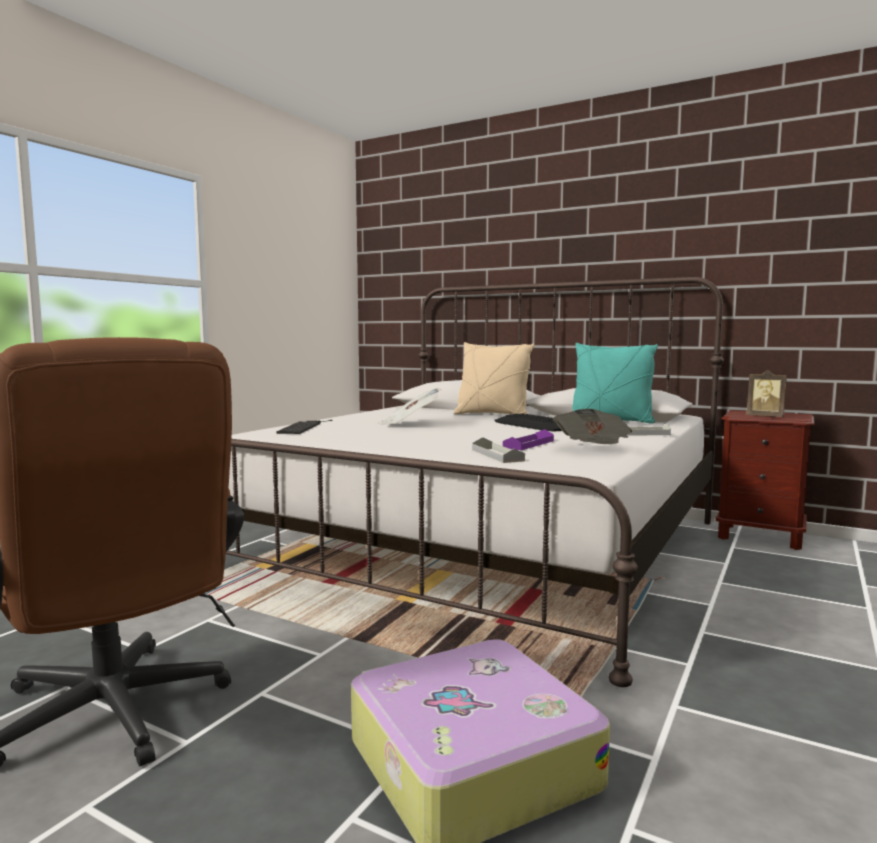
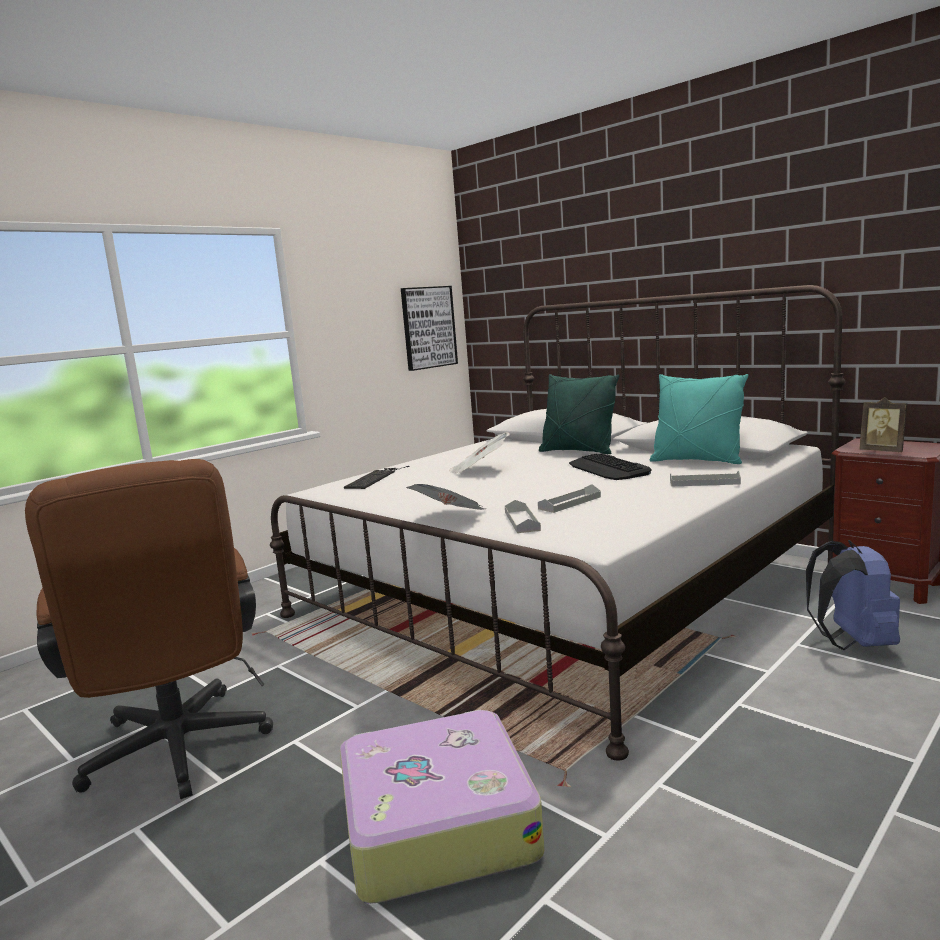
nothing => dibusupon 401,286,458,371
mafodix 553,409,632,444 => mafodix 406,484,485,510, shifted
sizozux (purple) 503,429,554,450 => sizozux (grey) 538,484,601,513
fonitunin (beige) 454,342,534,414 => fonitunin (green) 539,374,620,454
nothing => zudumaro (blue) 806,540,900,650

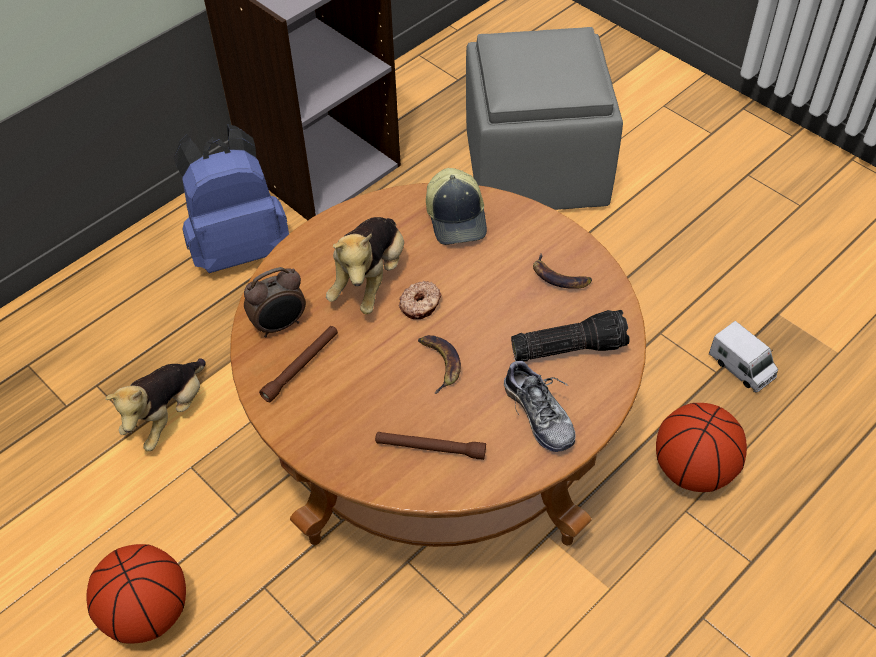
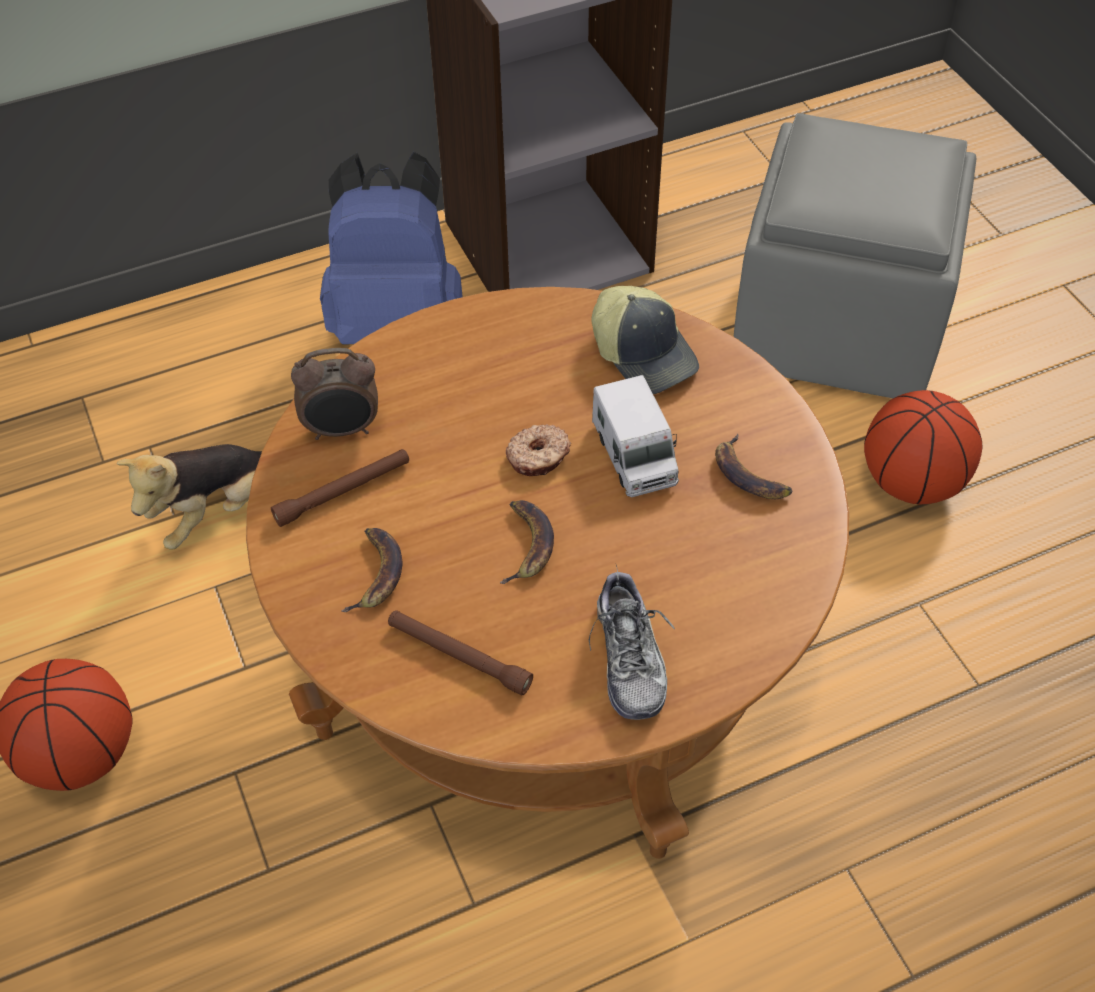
nothing => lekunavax 341,528,403,612
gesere 426,168,487,245 => gesere 591,286,699,394, 45 degrees counterclockwise
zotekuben 709,321,778,392 => zotekuben 592,375,679,497, shifted
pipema 656,403,747,492 => pipema 864,390,982,505, shifted
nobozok 326,217,404,314 => nothing
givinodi 511,310,629,361 => nothing

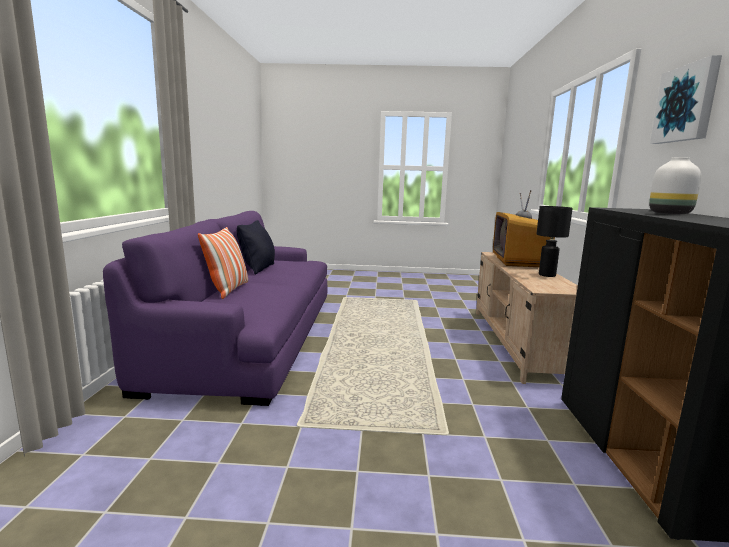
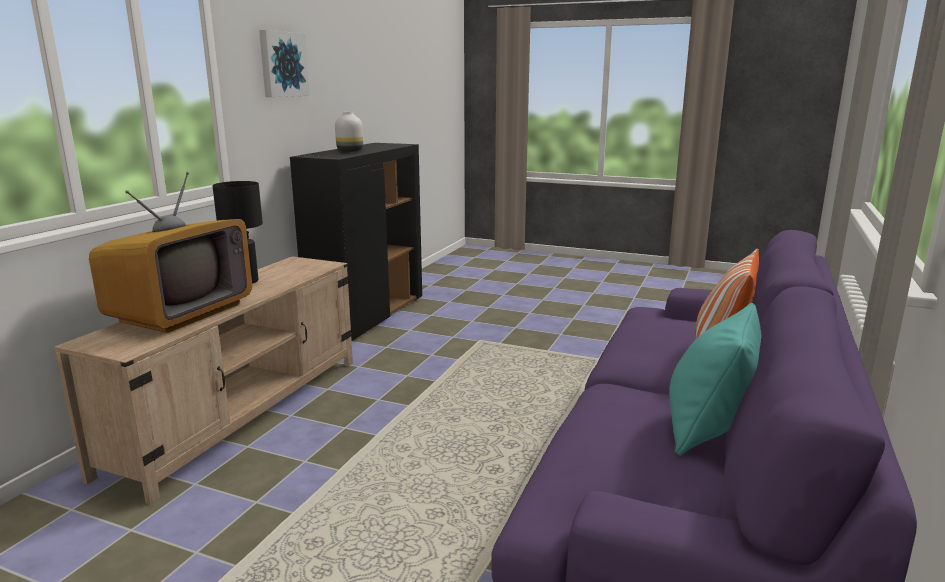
fonitunin (black) 237,220,275,274 => fonitunin (turquoise) 669,303,762,456

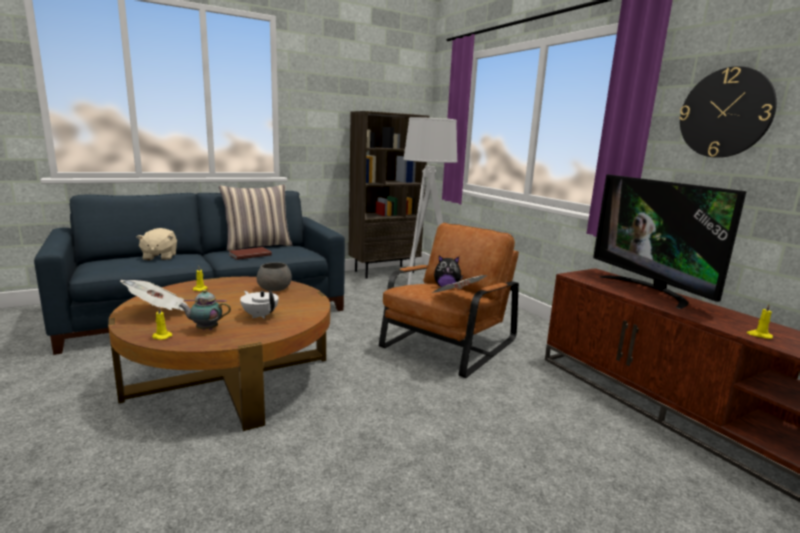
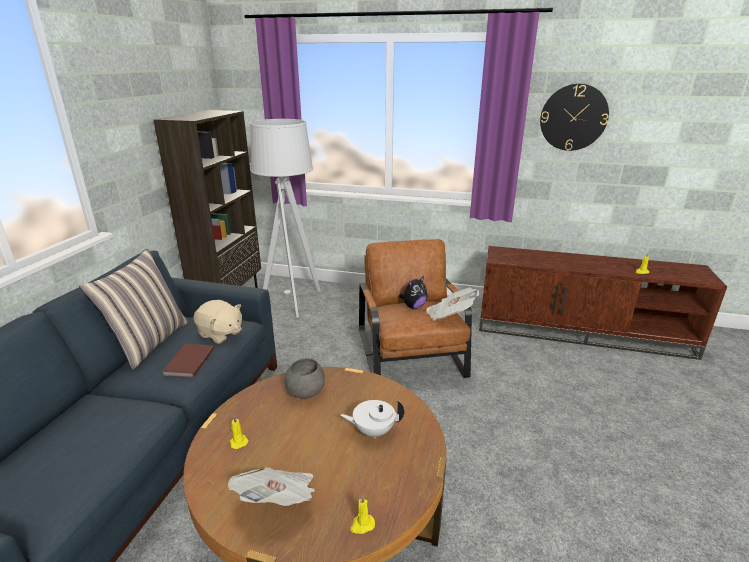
nobozok (beige) 136,228,177,260 => nobozok (beige) 193,300,242,344, shifted
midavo 179,290,231,330 => nothing
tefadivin 593,175,747,309 => nothing

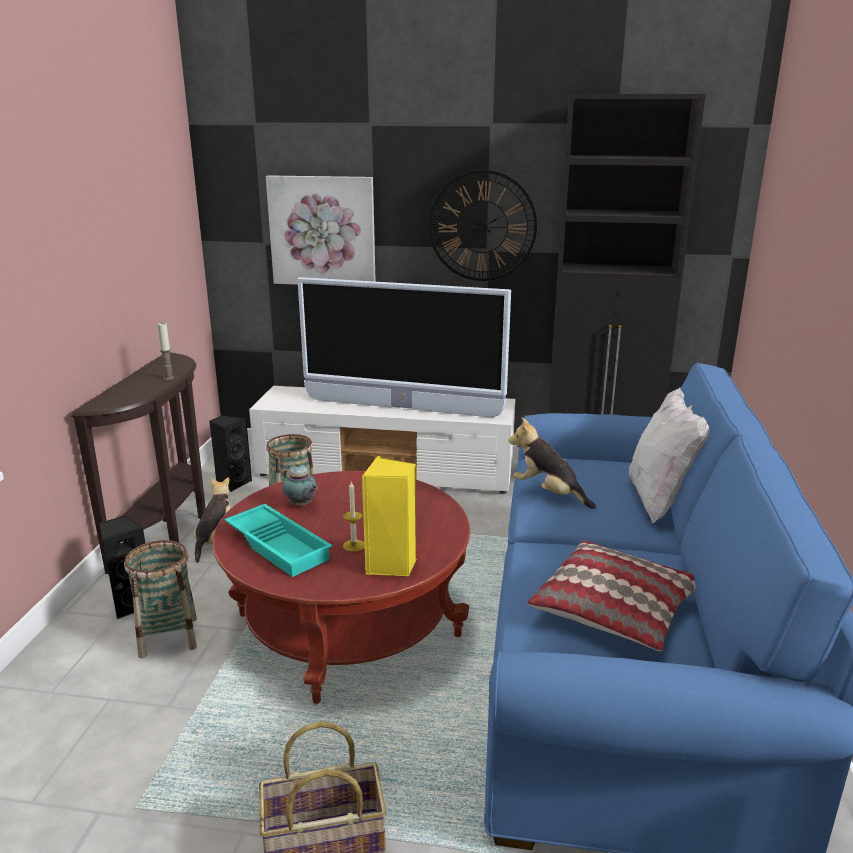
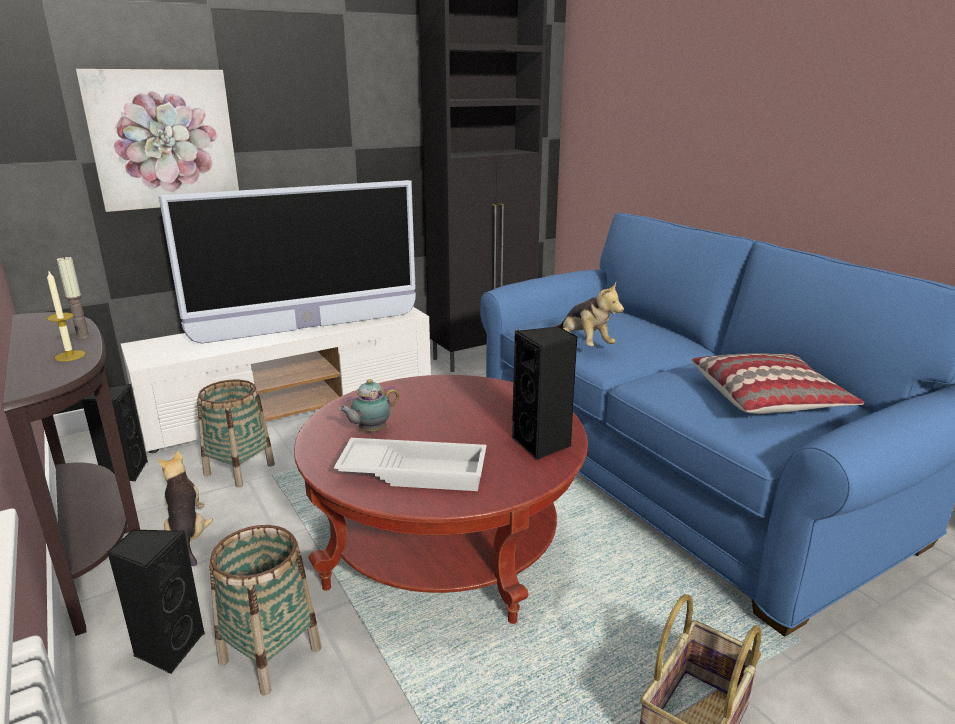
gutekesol 343,481,365,552 => gutekesol 47,272,85,361, shifted
sizozux (turquoise) 225,504,332,577 => sizozux (white) 334,438,487,491
midavo 282,462,318,506 => midavo 339,379,399,432, 135 degrees clockwise
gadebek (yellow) 362,456,417,576 => gadebek (black) 512,326,577,460
nobozok 508,417,596,509 => nobozok 555,282,624,346, 120 degrees counterclockwise
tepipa 429,170,537,281 => nothing
fonitunin (white) 629,388,710,523 => nothing

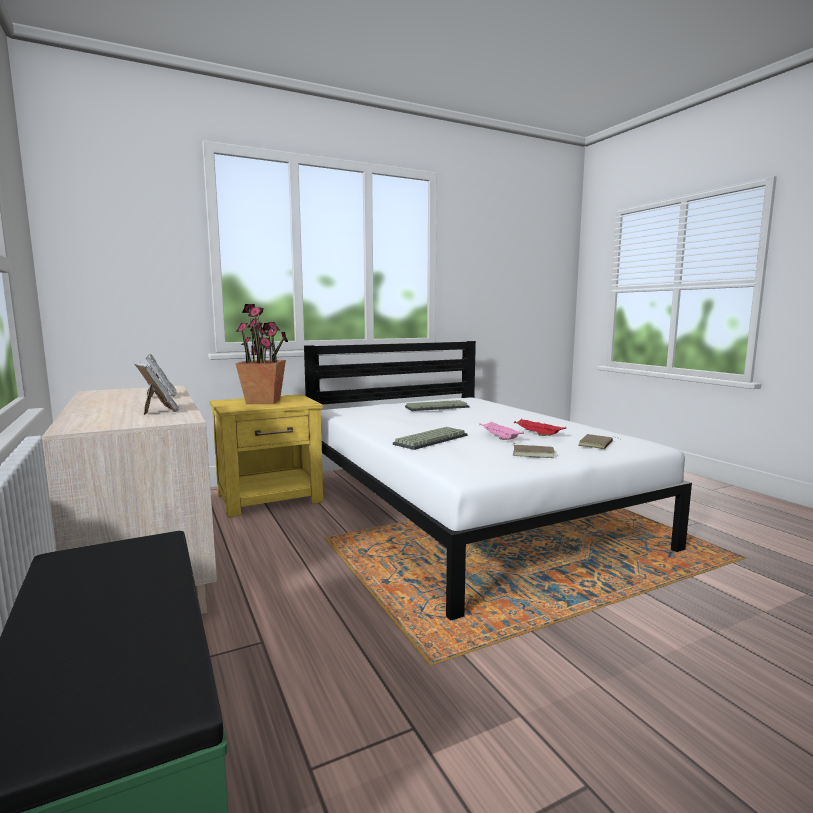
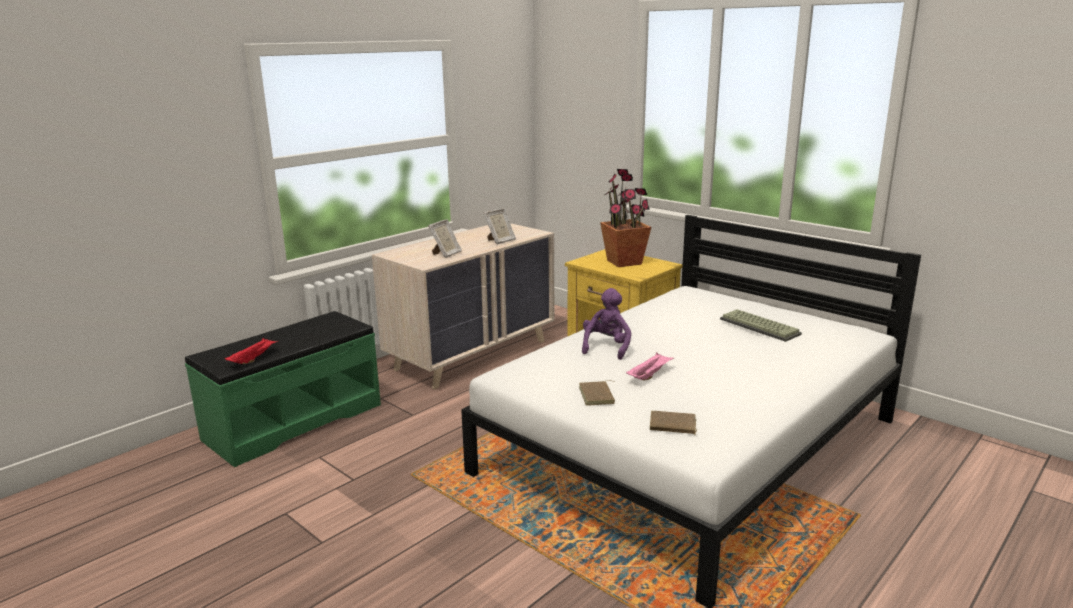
sizozux (red) 514,419,566,436 => sizozux (red) 225,338,279,364, shifted
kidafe 393,427,467,450 => nobozok (purple) 582,288,631,360

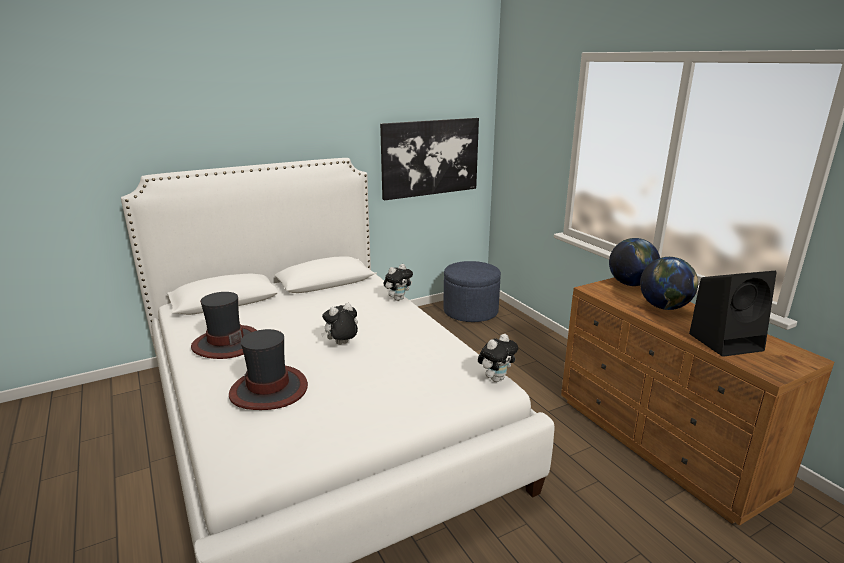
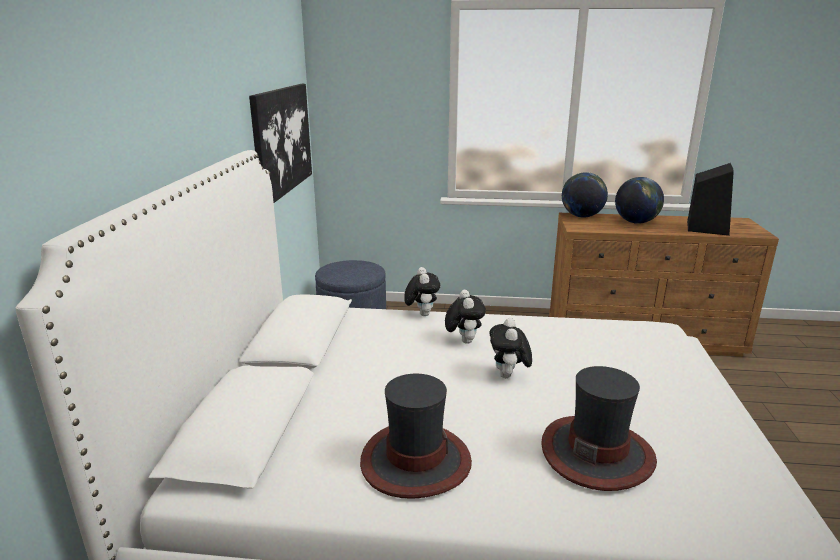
nobozok 478,334,518,382 => nobozok 445,289,486,344, shifted

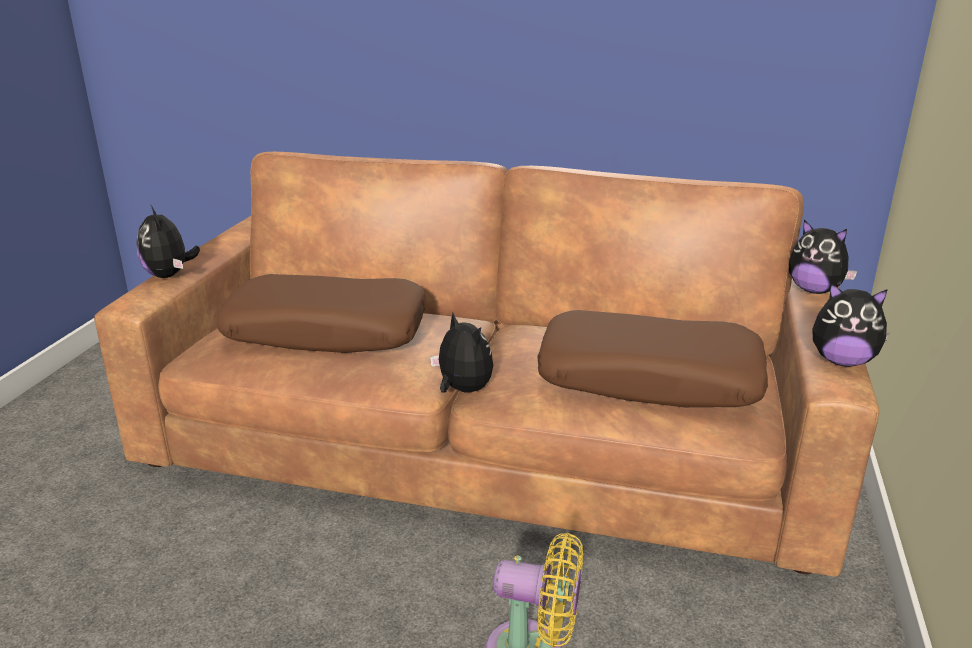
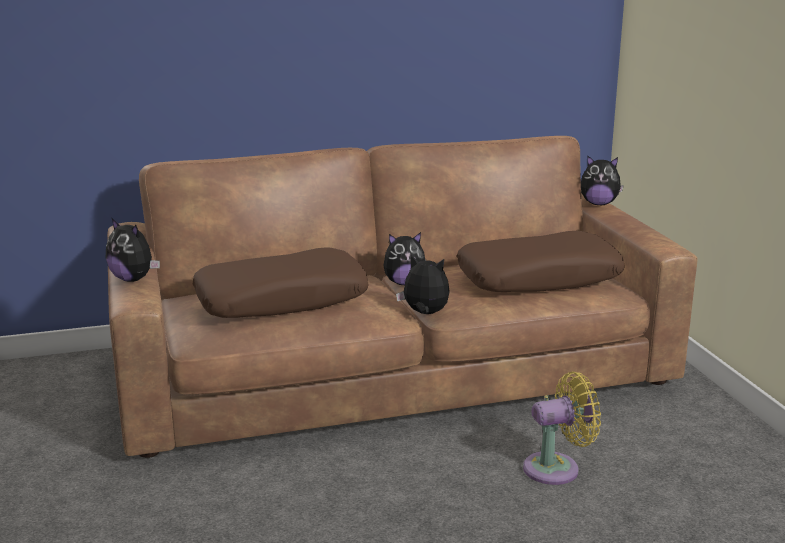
nobozok 812,282,890,367 => nobozok 384,232,425,285, shifted

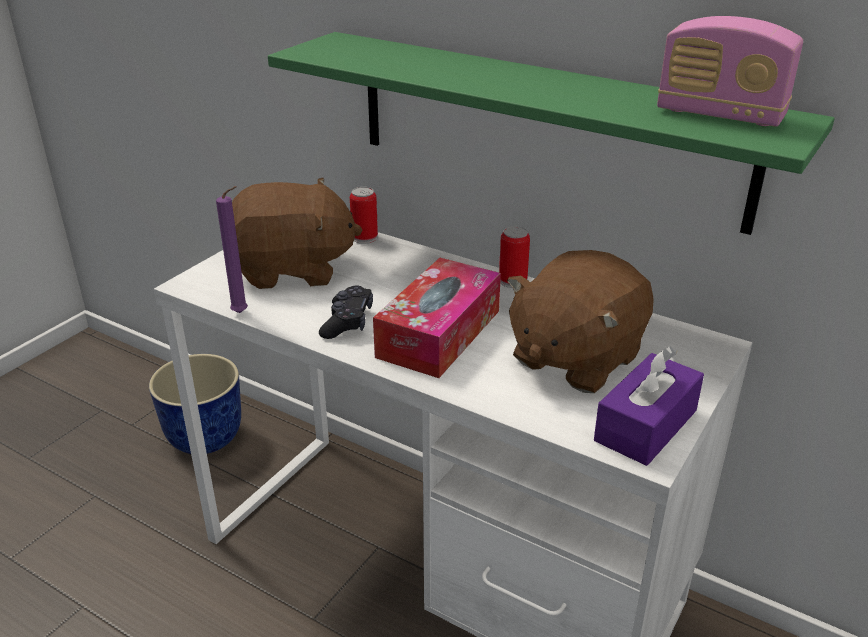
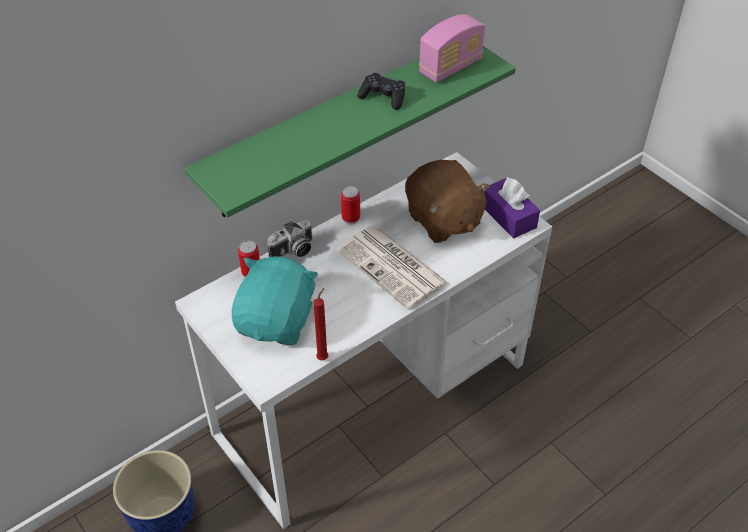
nobozok (brown) 232,178,362,289 => nobozok (turquoise) 232,256,318,345
nothing => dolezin 267,220,312,257
gutekesol (purple) 216,186,248,313 => gutekesol (red) 313,288,328,360
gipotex 373,258,501,378 => mafodix 337,226,448,310
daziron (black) 319,285,373,339 => daziron (black) 357,73,405,110, shifted

